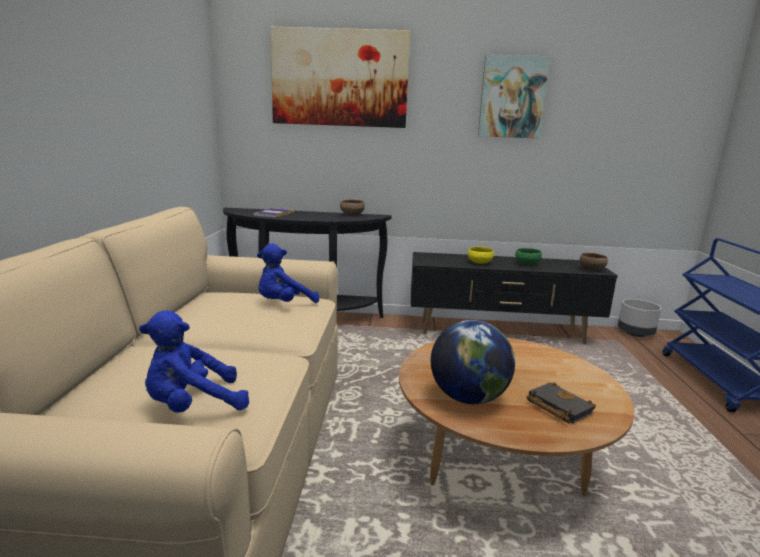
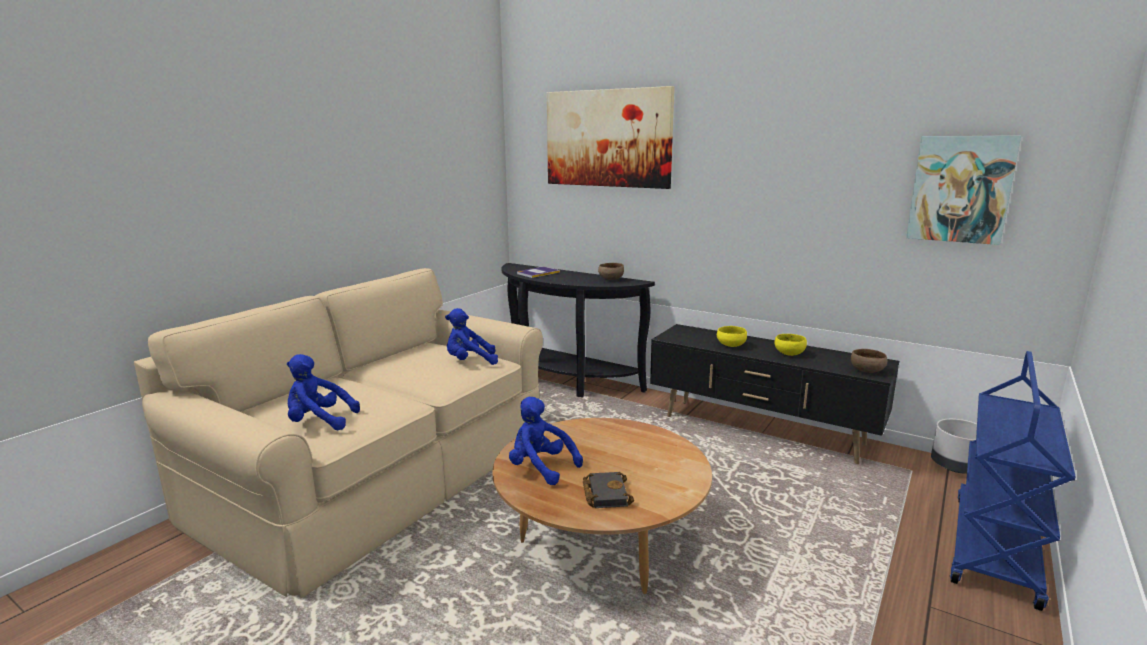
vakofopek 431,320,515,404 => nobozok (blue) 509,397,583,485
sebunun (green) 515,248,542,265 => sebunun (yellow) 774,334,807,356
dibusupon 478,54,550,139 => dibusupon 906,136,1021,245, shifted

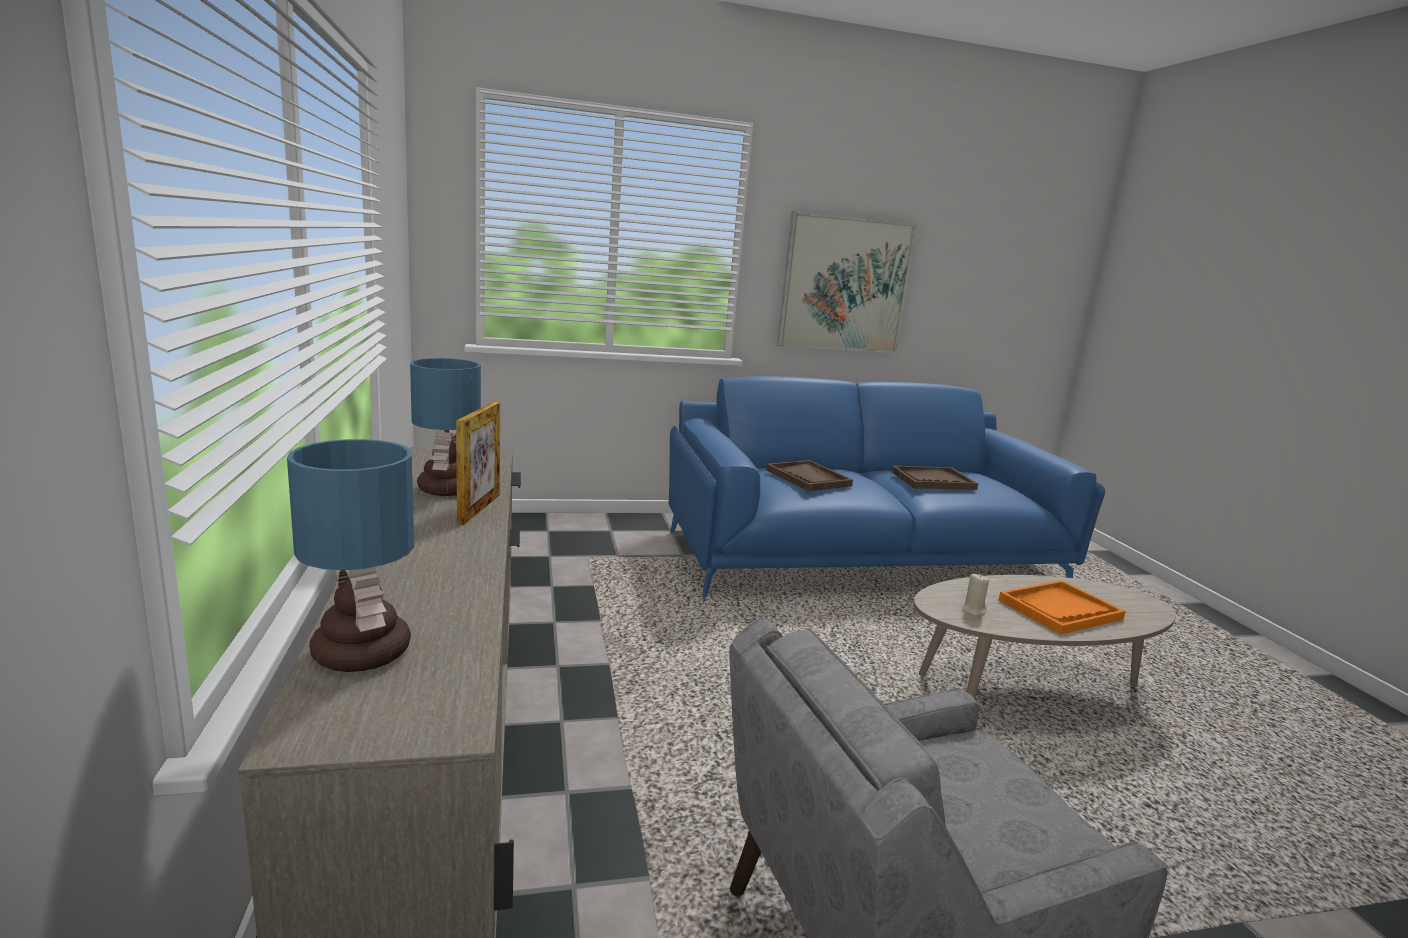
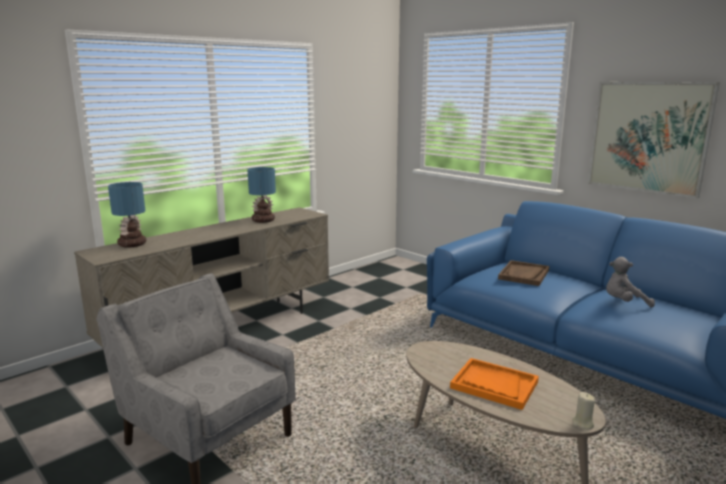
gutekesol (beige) 962,574,989,616 => gutekesol (beige) 572,392,595,429, shifted
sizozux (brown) 891,466,978,490 => nobozok (grey) 606,257,655,308
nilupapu 456,402,500,525 => nothing

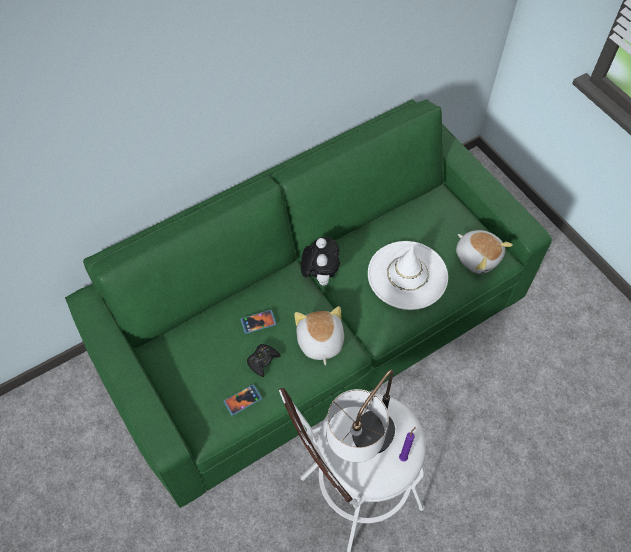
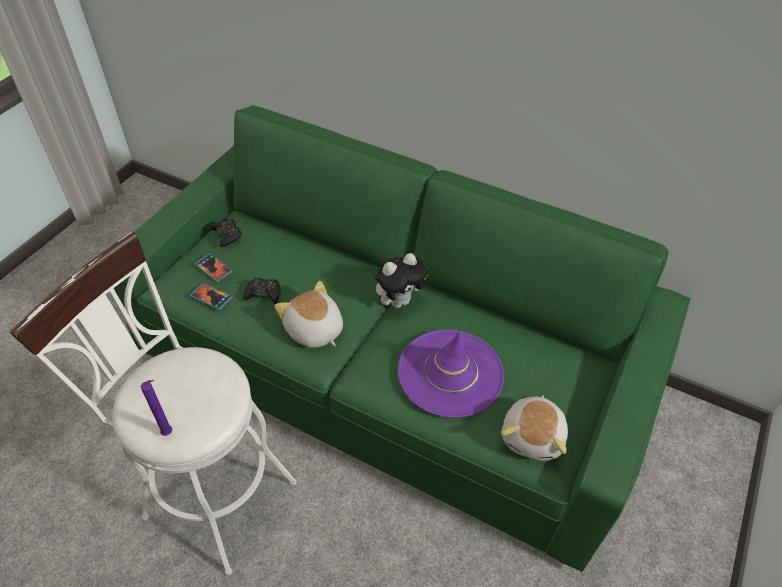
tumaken 240,310,276,334 => tumaken 195,253,233,282, shifted
nothing => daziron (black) 210,218,242,247
nobozok 294,306,344,366 => nobozok 274,281,343,348, 90 degrees counterclockwise
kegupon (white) 368,241,448,310 => kegupon (purple) 398,329,504,418
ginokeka 327,369,395,462 => nothing

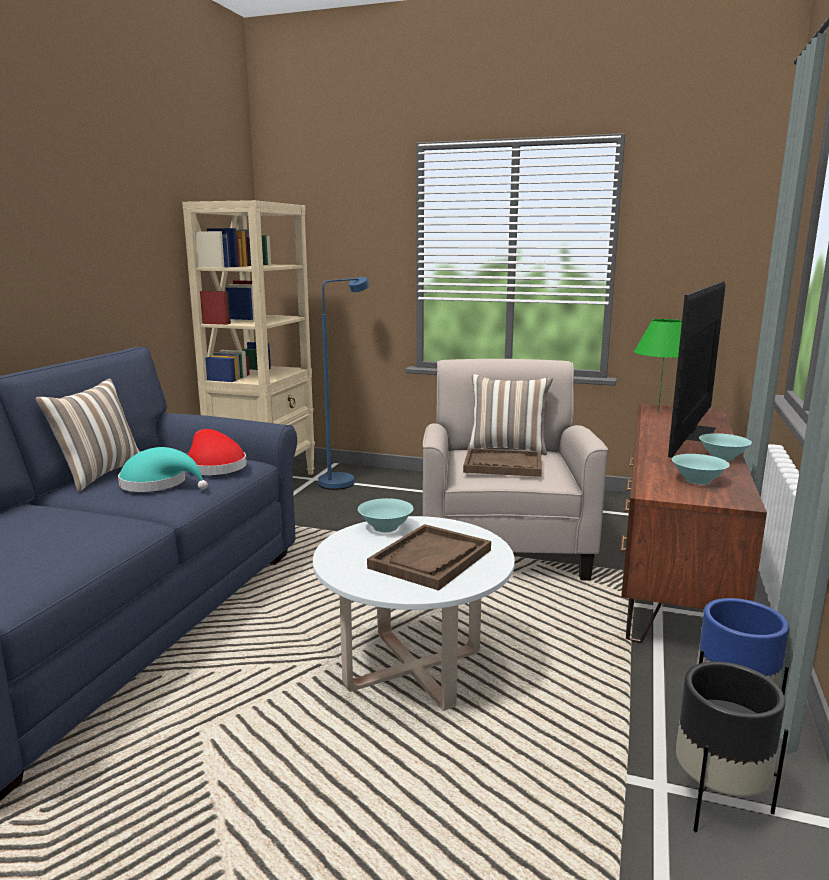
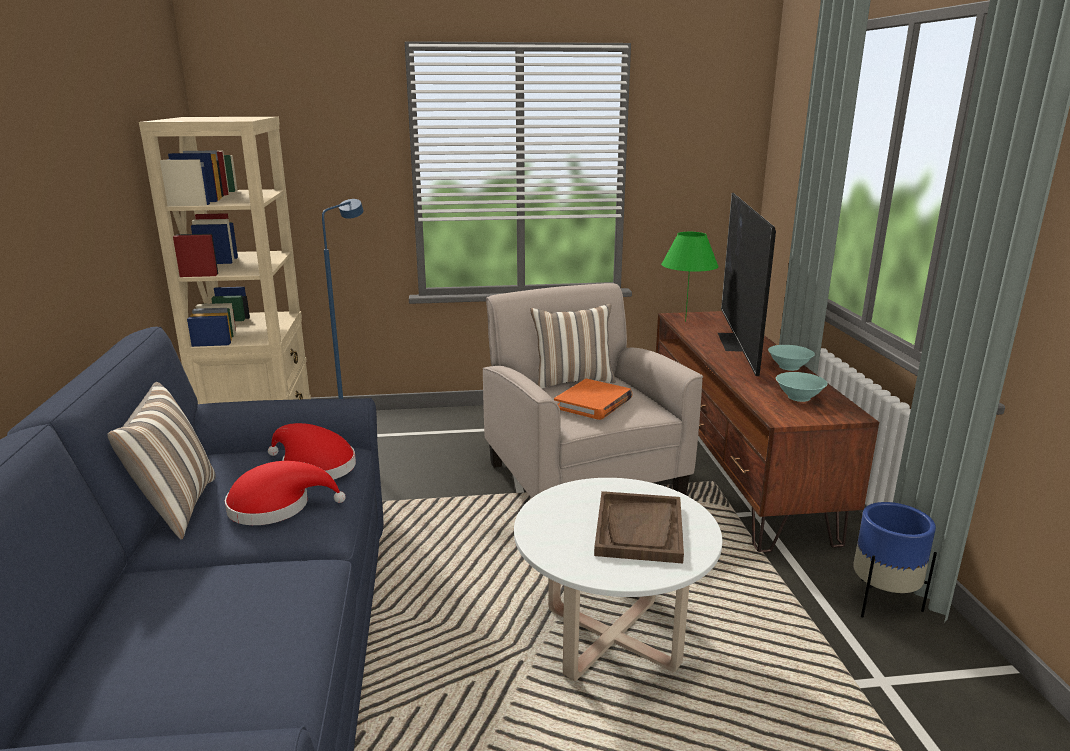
kegupon (turquoise) 118,447,208,492 => kegupon (red) 225,461,346,525
sizozux (brown) 463,448,542,477 => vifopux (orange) 554,379,633,420
sebunun (turquoise) 358,498,413,532 => nothing
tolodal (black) 676,661,789,832 => nothing

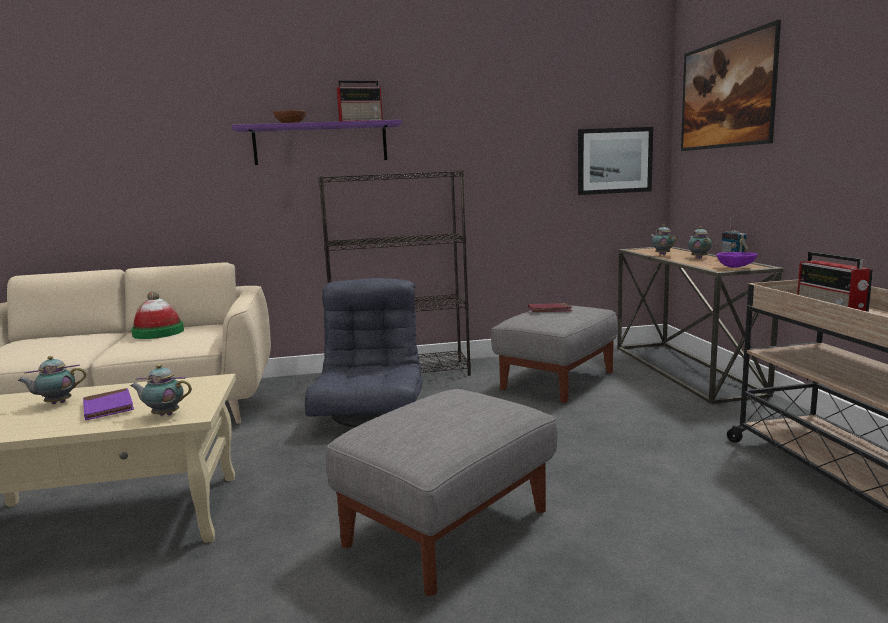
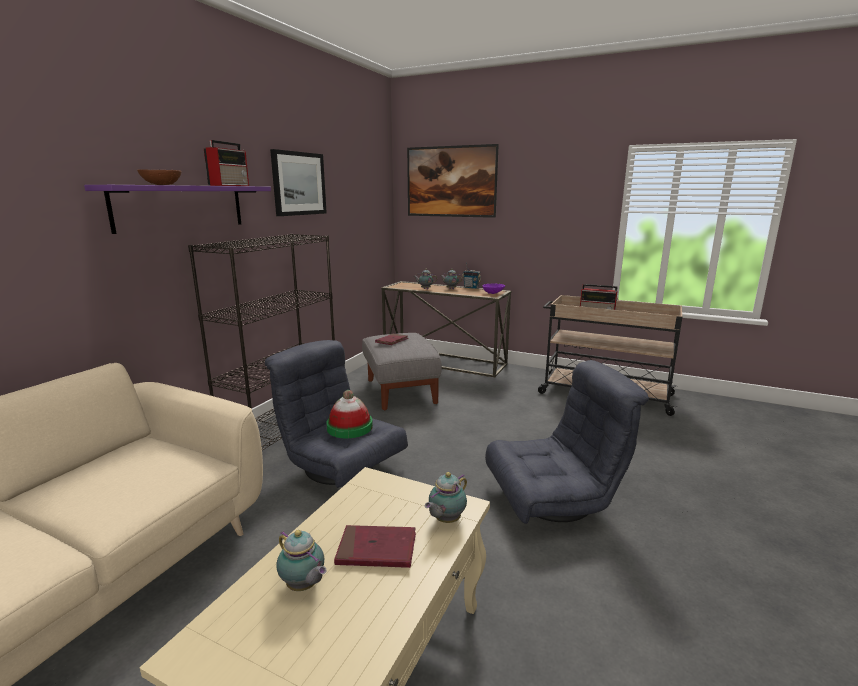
dibusupon 578,127,653,195 => dibusupon 270,149,327,216, shifted
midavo 17,356,86,404 => midavo 276,530,326,591, 60 degrees counterclockwise
kegupon 131,291,184,339 => kegupon 327,390,373,438, shifted
vifopux (purple) 83,388,134,420 => vifopux (red) 334,525,416,568
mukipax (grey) 326,389,557,596 => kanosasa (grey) 485,360,649,524

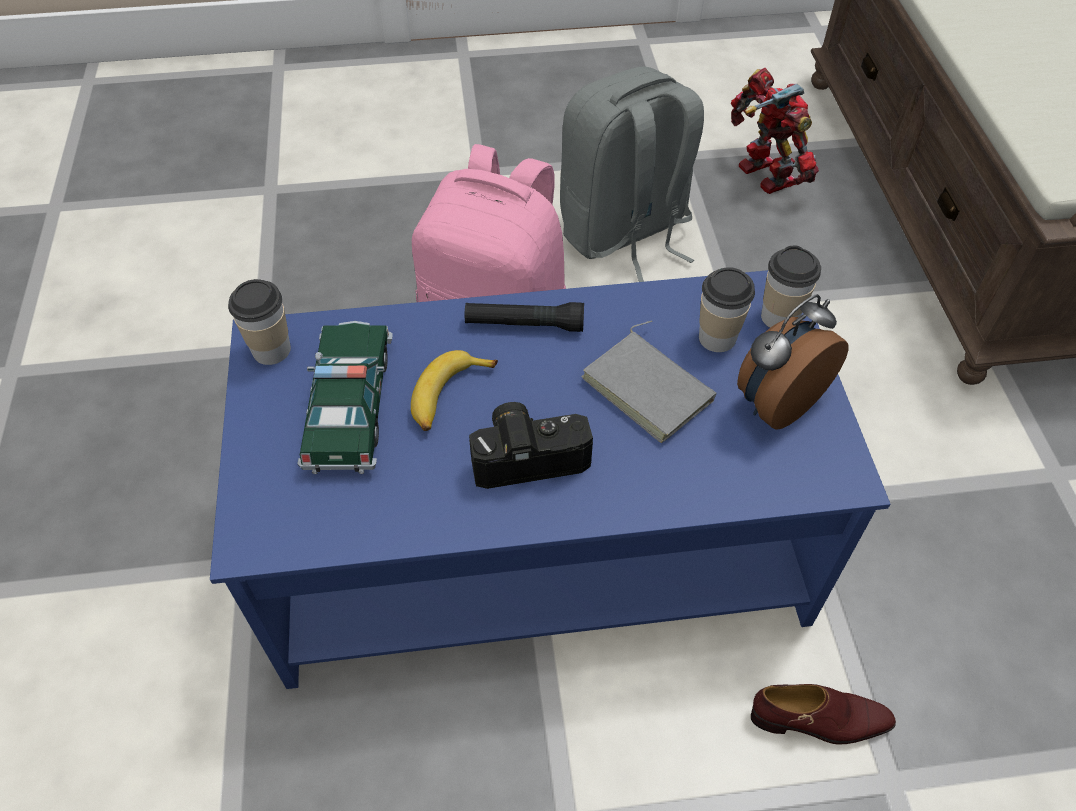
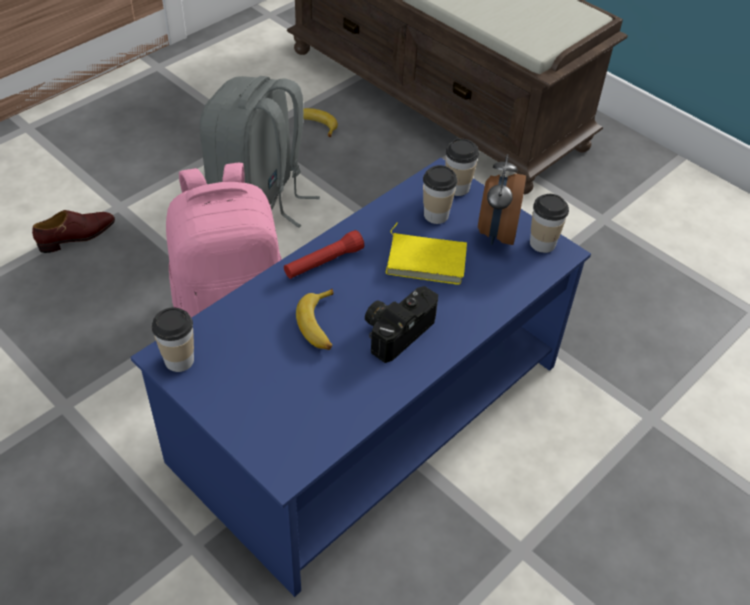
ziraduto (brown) 751,684,896,744 => ziraduto (brown) 32,210,115,253, shifted
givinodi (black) 465,302,584,332 => givinodi (red) 284,230,364,279
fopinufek 731,68,819,194 => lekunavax 303,108,338,137
vifopux (grey) 582,321,717,443 => vifopux (yellow) 385,222,467,285
nothing => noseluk 530,194,569,253
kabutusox 297,321,393,474 => nothing

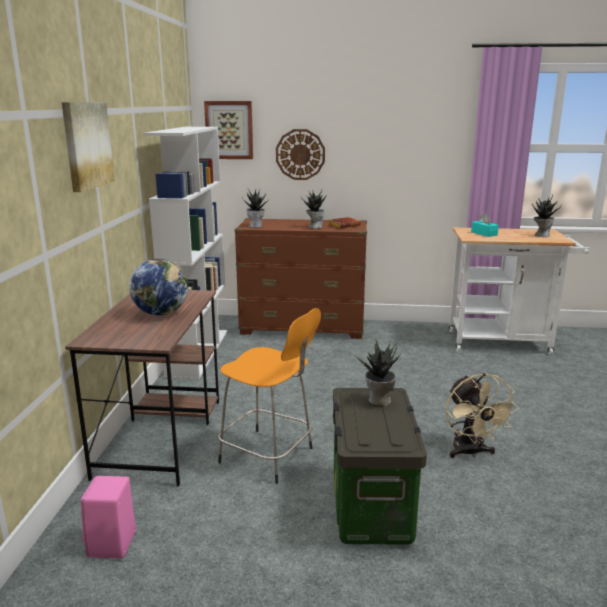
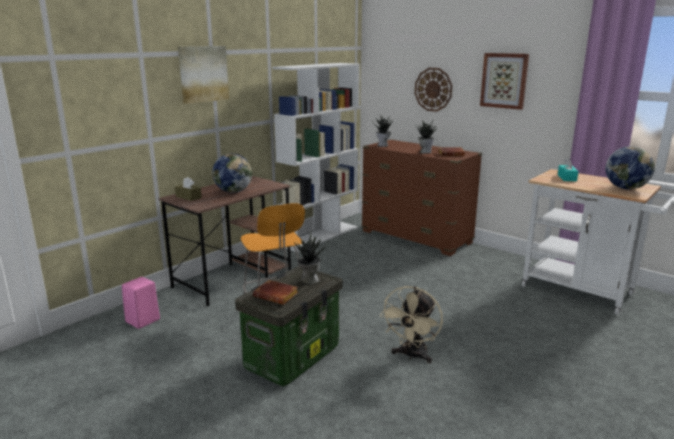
nothing => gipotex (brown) 175,177,202,201
nothing => vifopux (brown) 253,280,298,305
dibusupon 204,101,253,159 => dibusupon 480,53,529,110, shifted
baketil 532,195,561,237 => vakofopek 606,146,655,189

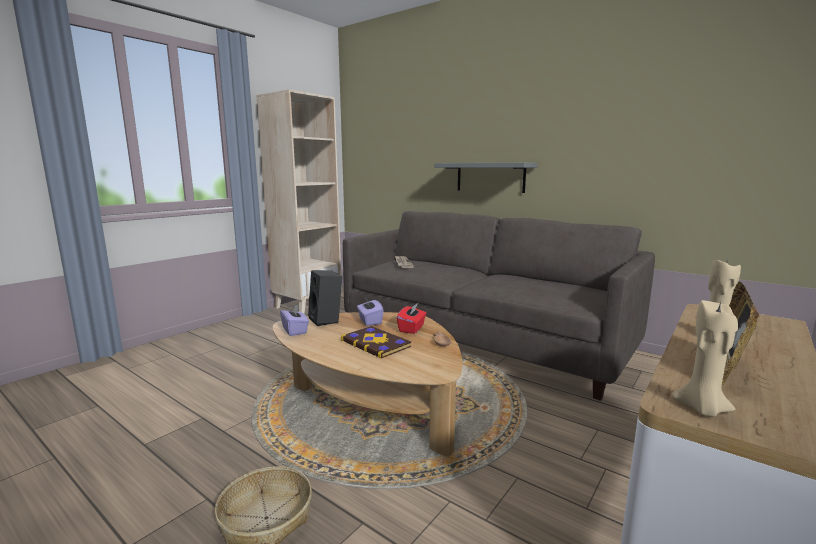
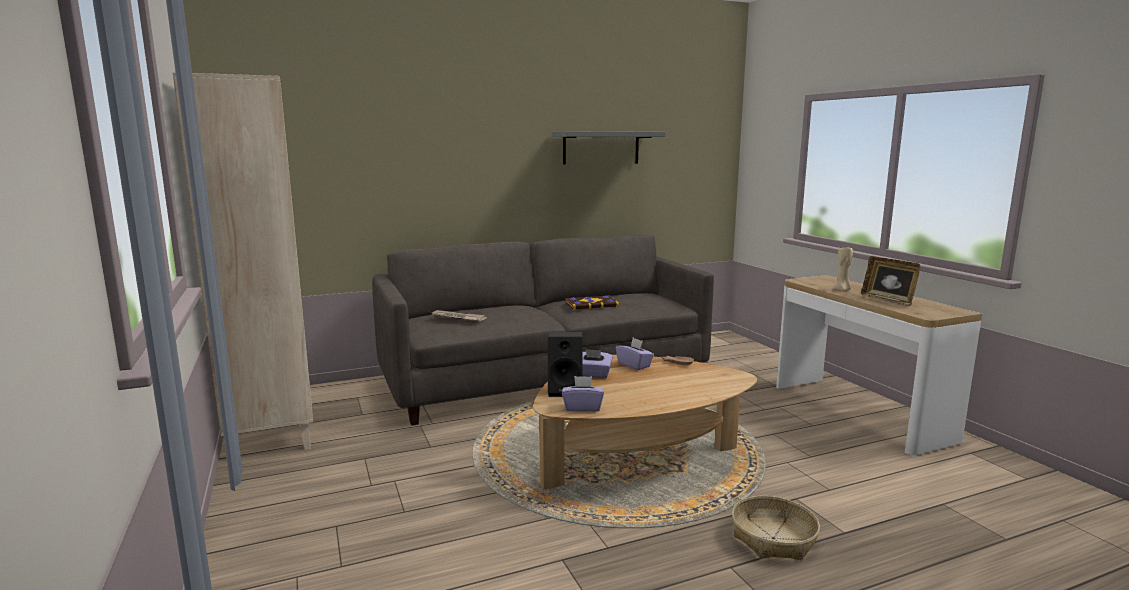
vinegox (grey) 434,163,537,193 => vinegox (grey) 552,131,666,165, shifted
vifopux 341,326,411,359 => vifopux 565,296,619,310, shifted
gipotex (red) 397,303,426,334 => gipotex (purple) 616,338,654,370
gutekesol (beige) 671,300,738,417 => nothing

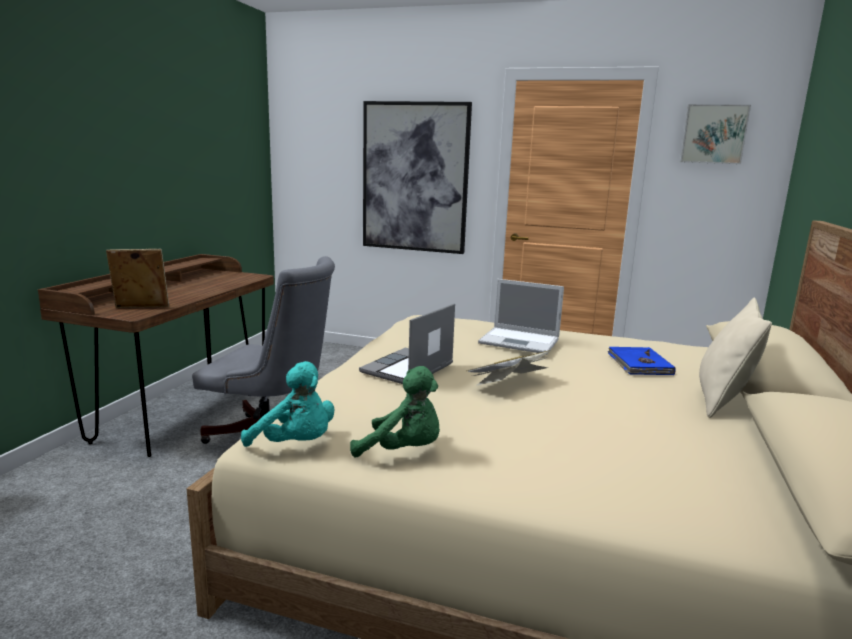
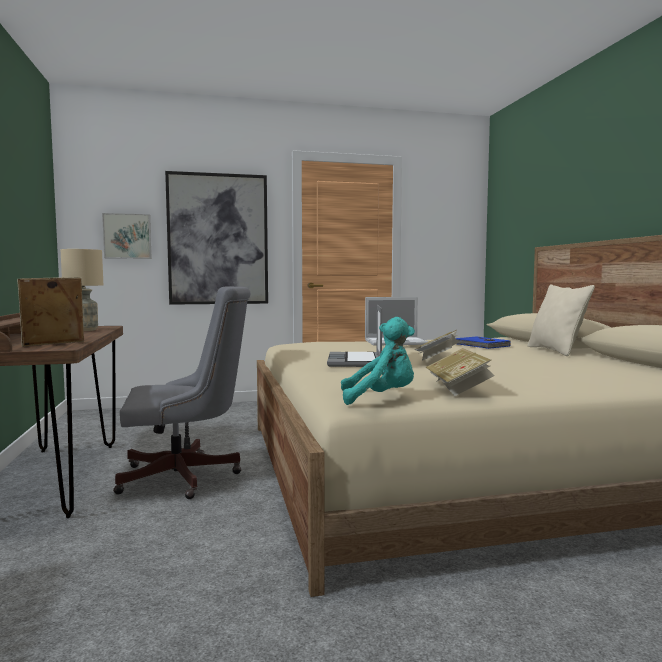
nothing => ginokeka (beige) 61,249,103,331
dibusupon 680,104,751,164 => dibusupon 102,213,152,259, shifted
nobozok (green) 350,366,440,458 => vifopux 426,348,495,396

